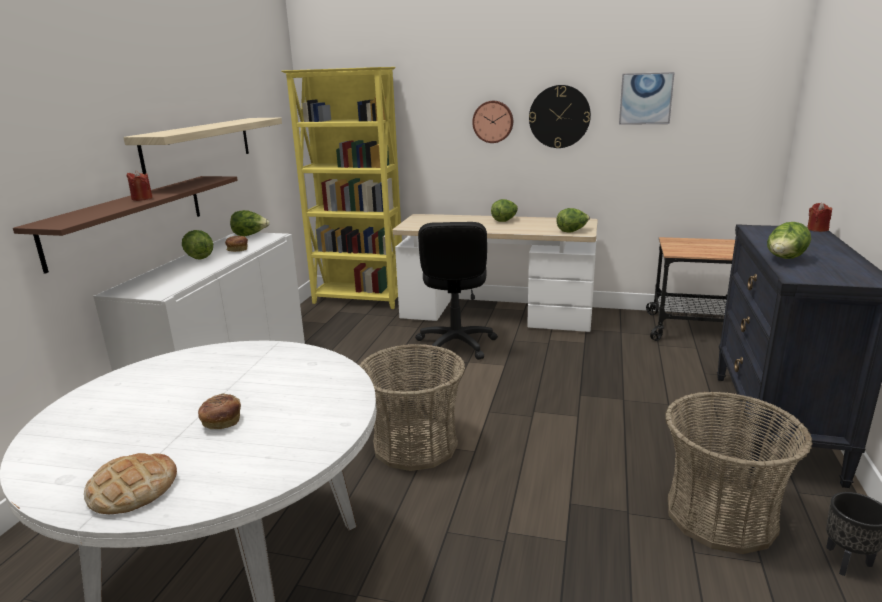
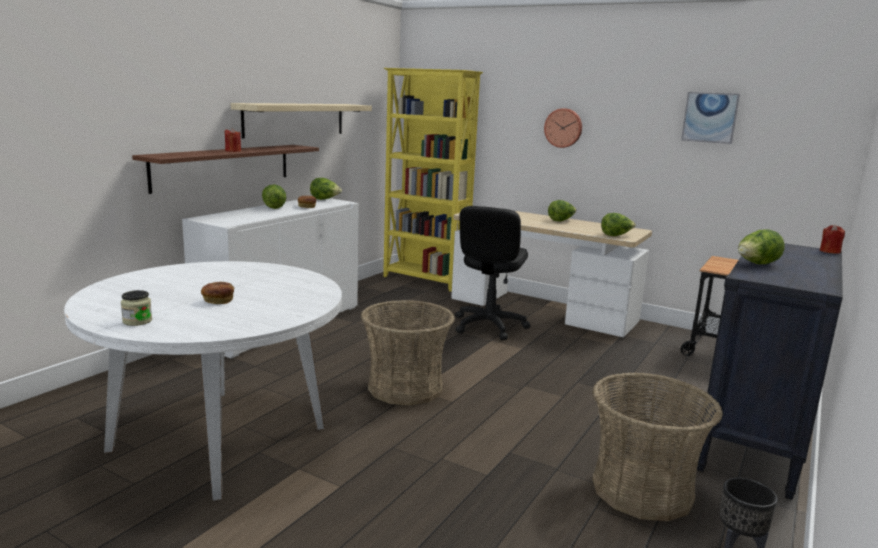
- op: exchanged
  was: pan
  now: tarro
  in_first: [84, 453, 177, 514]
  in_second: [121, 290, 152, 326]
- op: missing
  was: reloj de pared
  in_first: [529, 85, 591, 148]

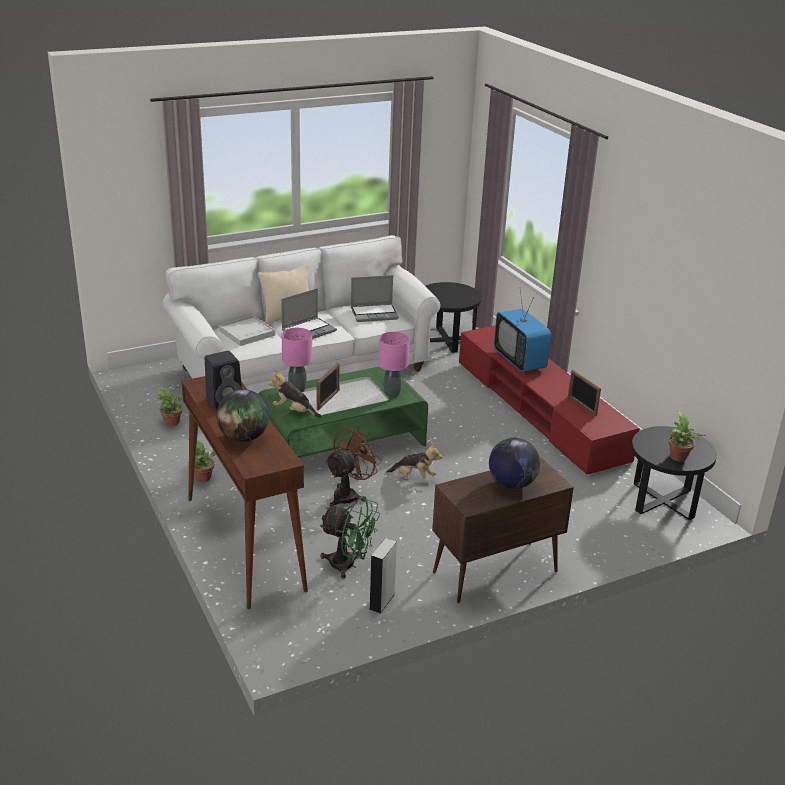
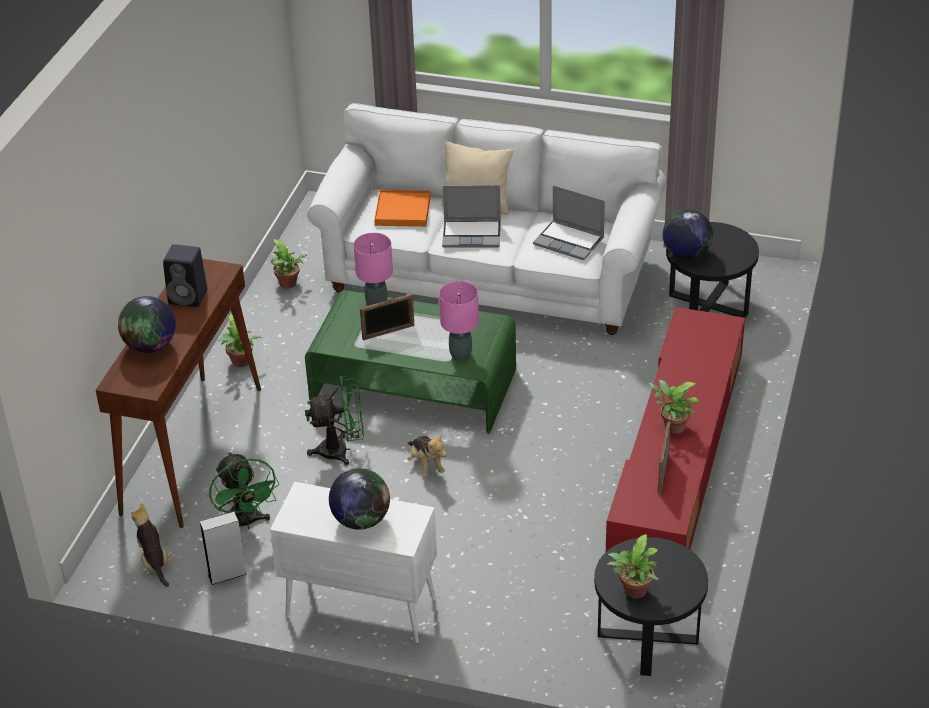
- op: colour
  was: bandeja (blanco)
  now: bandeja (naranja)
  in_first: [219, 316, 275, 346]
  in_second: [374, 190, 431, 227]
- op: relocated
  was: peluche
  in_first: [268, 369, 322, 418]
  in_second: [131, 503, 173, 587]
- op: colour
  was: ventilador (marrón)
  now: ventilador (verde)
  in_first: [325, 426, 382, 507]
  in_second: [305, 375, 364, 466]
- op: colour
  was: armario (marrón)
  now: armario (blanco)
  in_first: [432, 457, 574, 603]
  in_second: [270, 482, 437, 643]
- op: missing
  was: televisor
  in_first: [494, 290, 551, 372]
- op: appeared
  now: planta en maceta
  in_second: [648, 380, 700, 434]
- op: appeared
  now: globo terráqueo
  in_second: [663, 209, 713, 260]

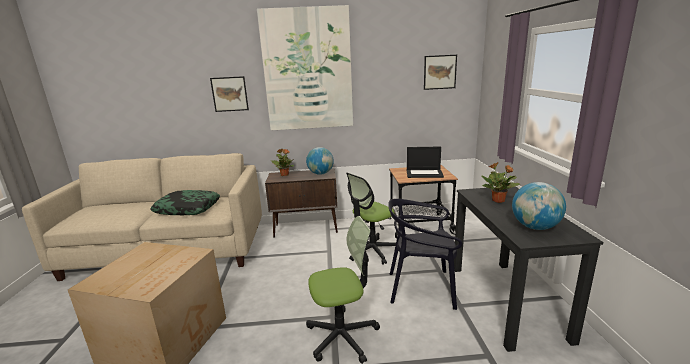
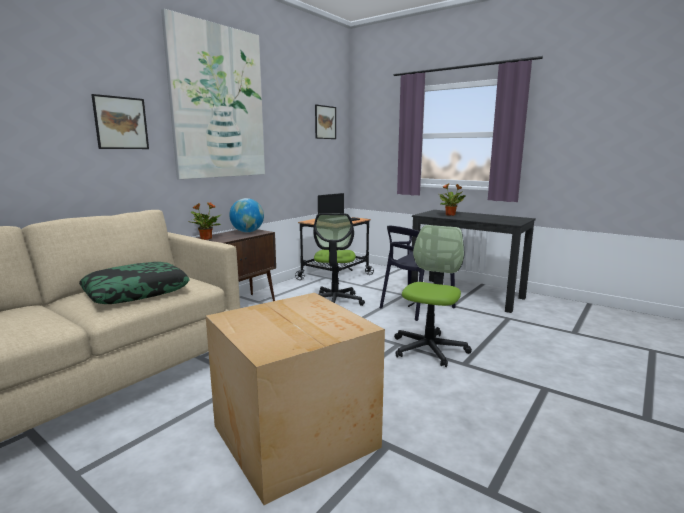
- op: missing
  was: globo terráqueo
  in_first: [512, 182, 566, 230]

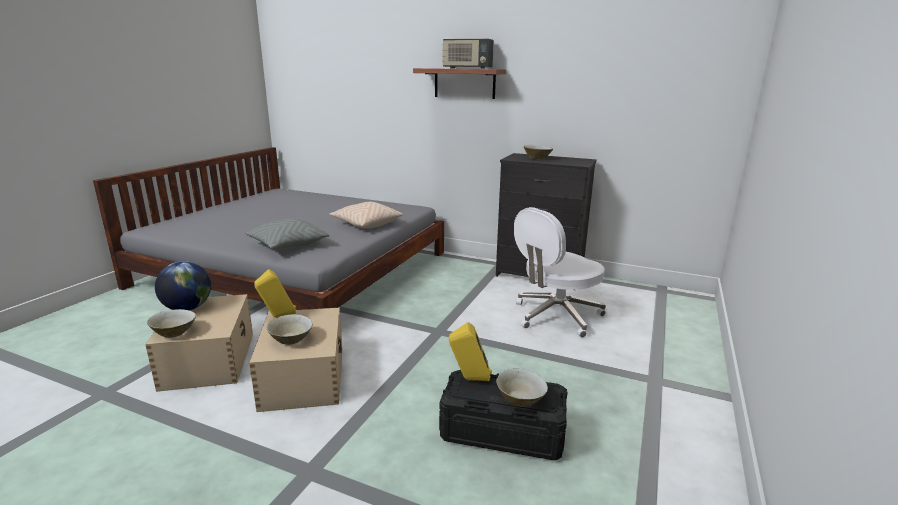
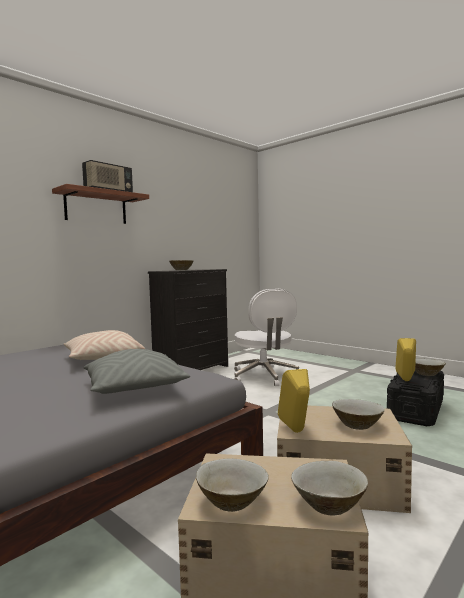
- op: exchanged
  was: globo terráqueo
  now: cuenco (beis)
  in_first: [155, 261, 211, 310]
  in_second: [196, 459, 269, 512]

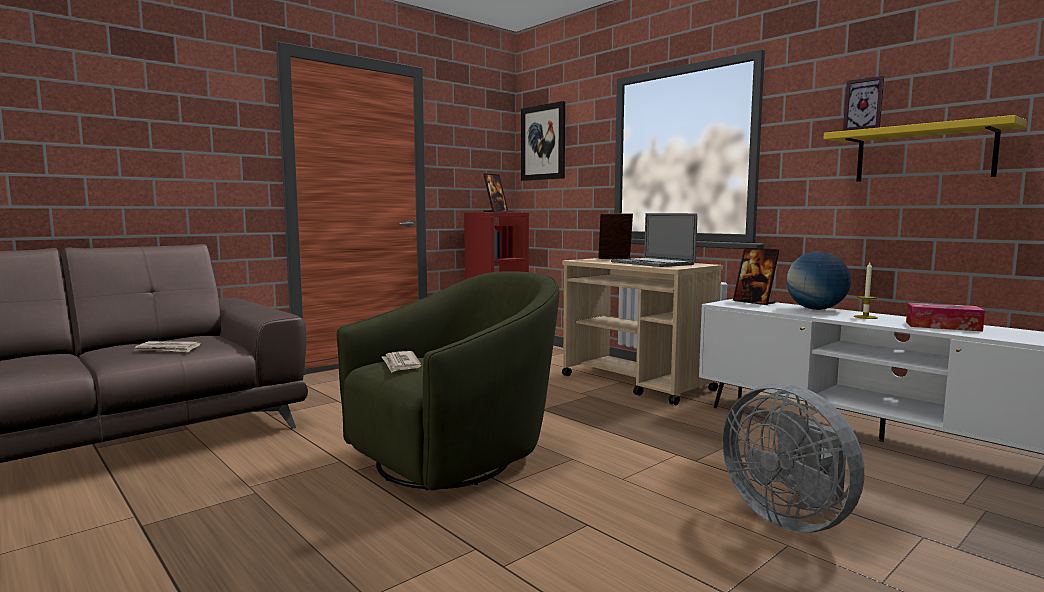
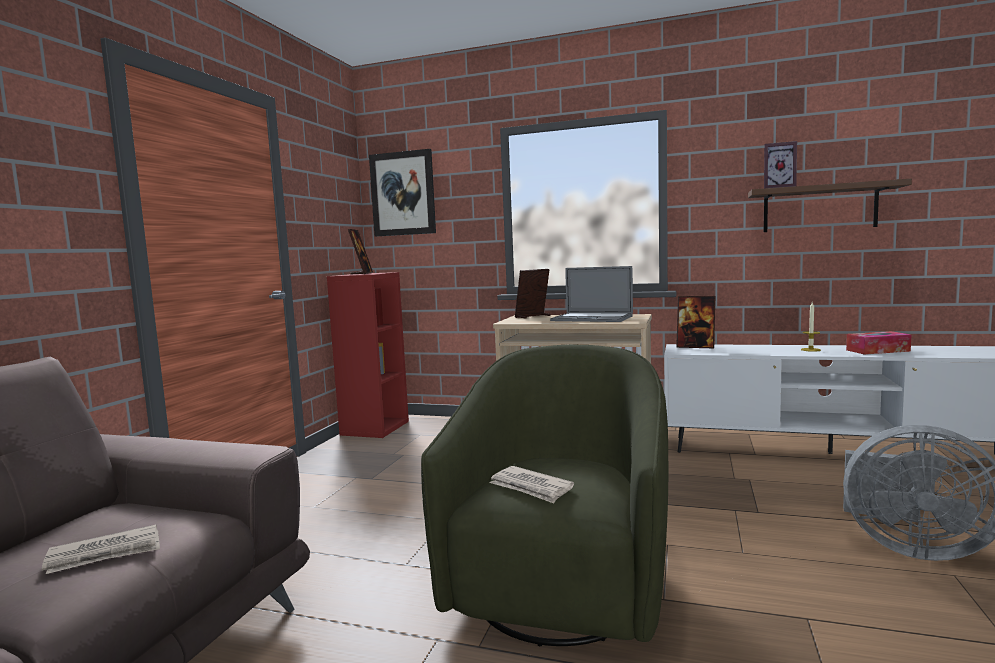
- op: missing
  was: globo terráqueo
  in_first: [786, 251, 851, 310]
- op: colour
  was: estante (amarillo)
  now: estante (marrón)
  in_first: [824, 115, 1027, 182]
  in_second: [748, 178, 912, 232]

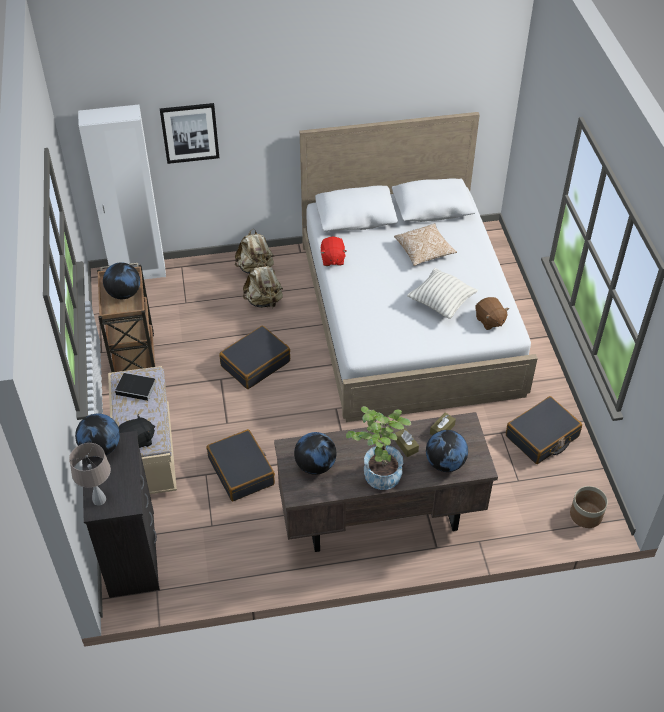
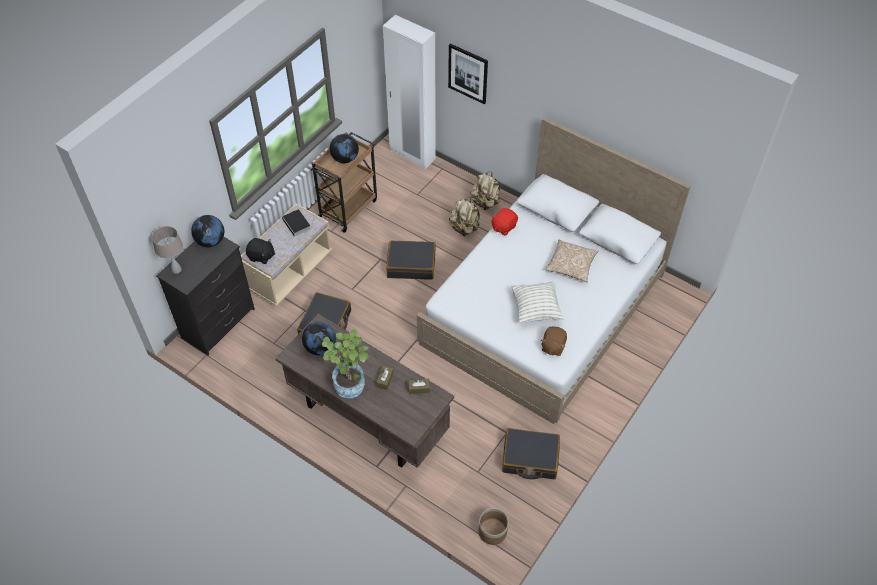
- op: missing
  was: globo terráqueo
  in_first: [426, 430, 468, 472]

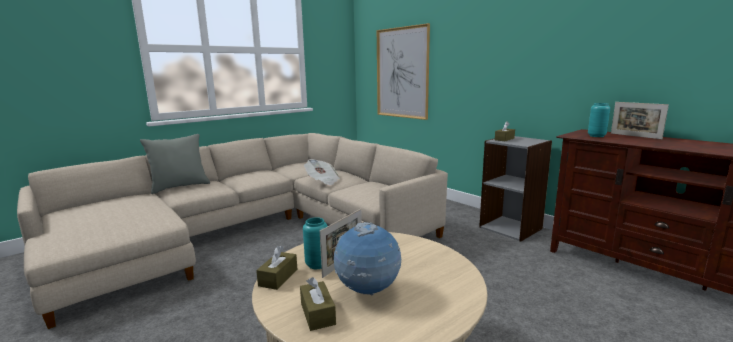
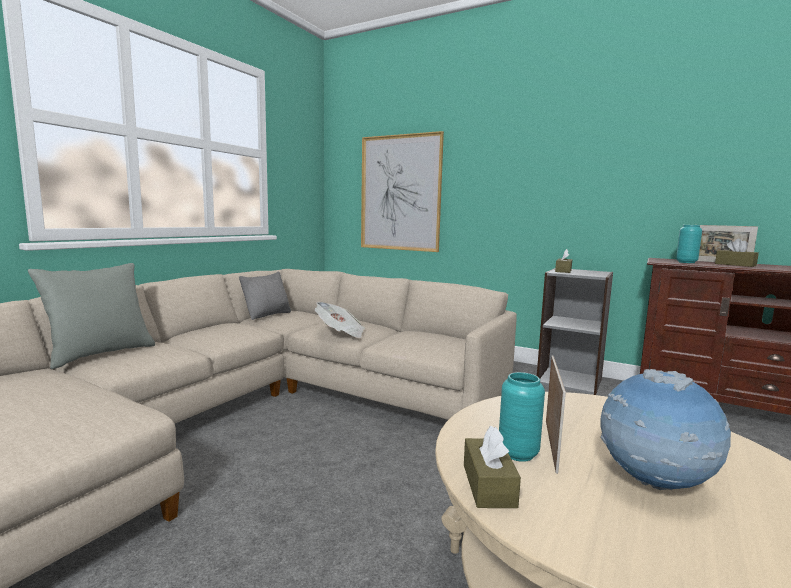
- op: relocated
  was: caja de pañuelos (marrón)
  in_first: [300, 277, 336, 331]
  in_second: [715, 238, 759, 267]
- op: appeared
  now: cojín (gris)
  in_second: [239, 271, 291, 320]

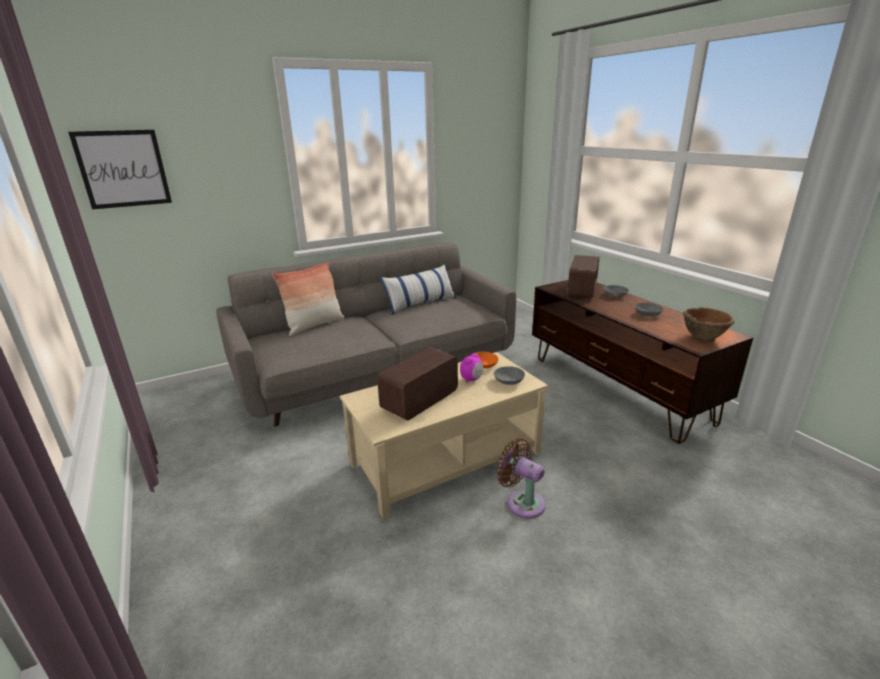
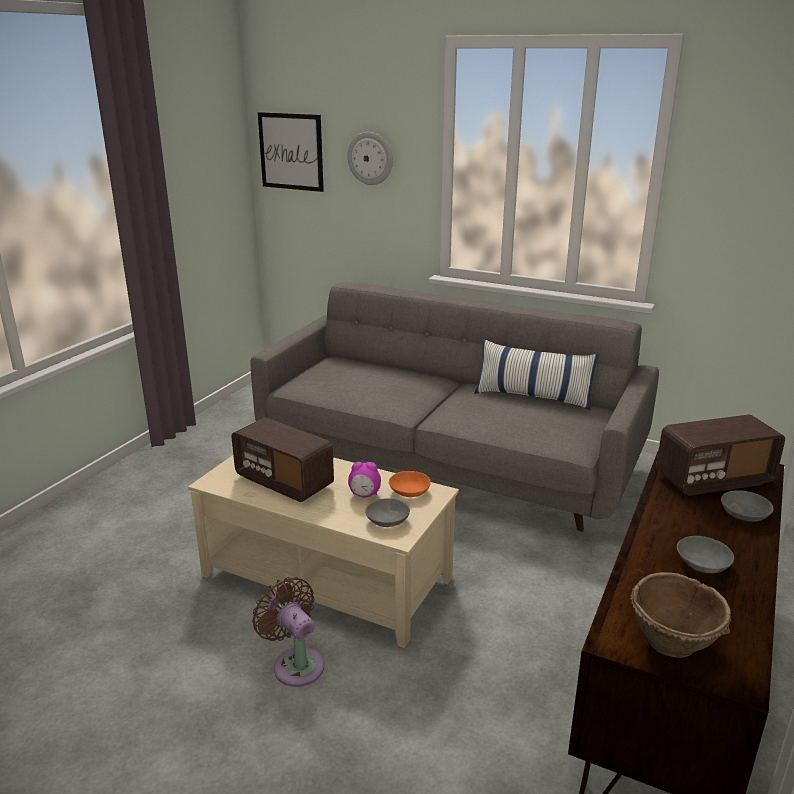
- op: missing
  was: cojín
  in_first: [272, 262, 345, 336]
- op: spun
  was: radio
  in_first: [377, 348, 458, 420]
  in_second: [231, 417, 334, 502]
  clockwise: -150
- op: spun
  was: ventilador (marrón)
  in_first: [496, 438, 545, 519]
  in_second: [252, 577, 324, 687]
  clockwise: -45
- op: appeared
  now: reloj de pared
  in_second: [347, 132, 393, 185]

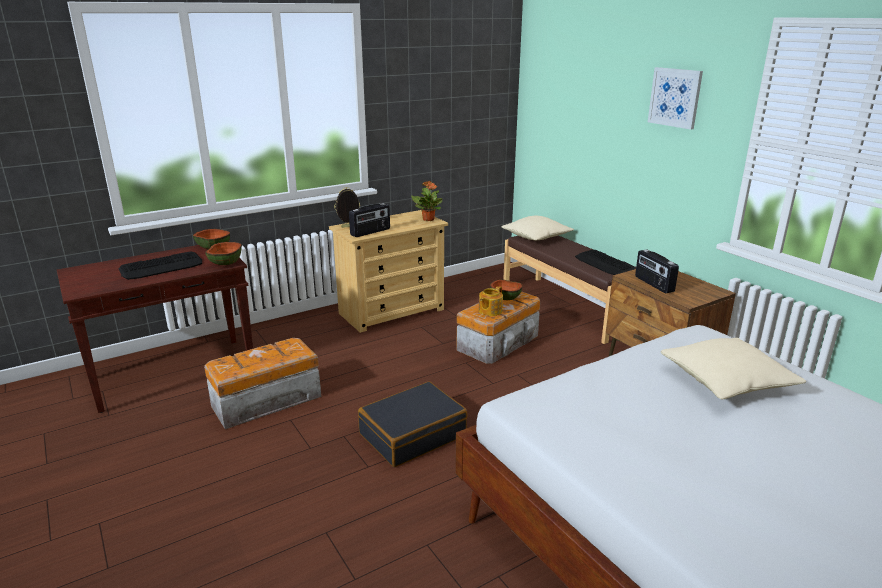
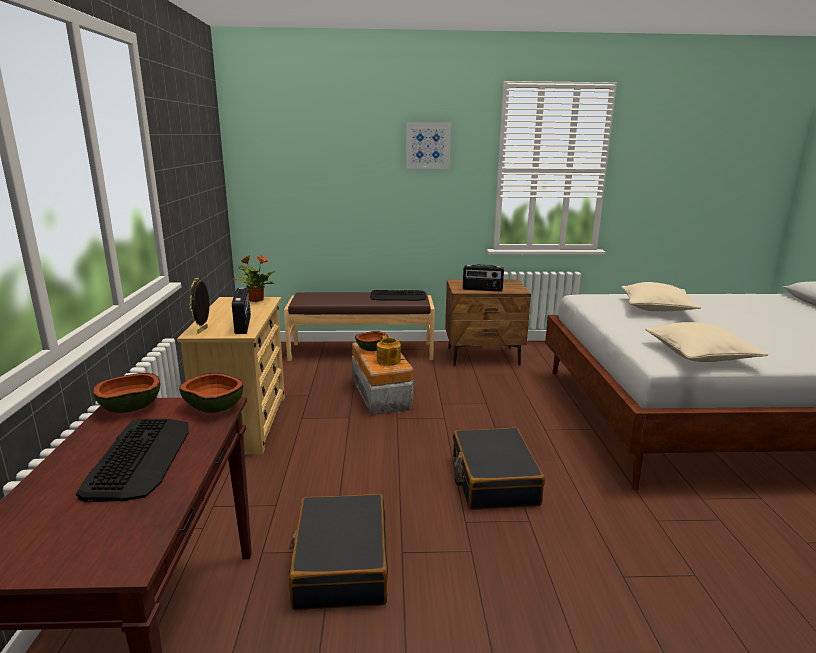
- op: exchanged
  was: caja de almacenaje
  now: maleta (negro)
  in_first: [204, 338, 321, 429]
  in_second: [289, 494, 388, 610]
- op: relocated
  was: cojín (beis)
  in_first: [502, 216, 574, 240]
  in_second: [645, 322, 769, 362]

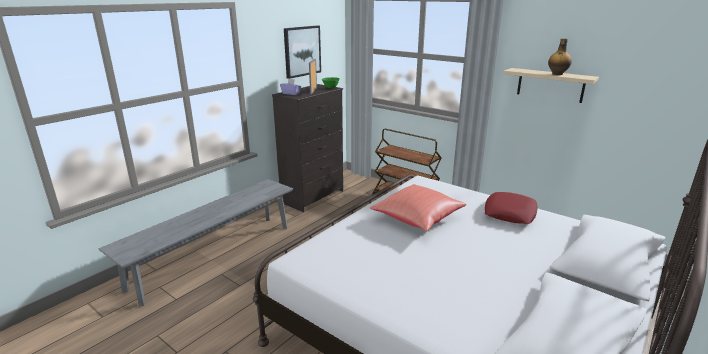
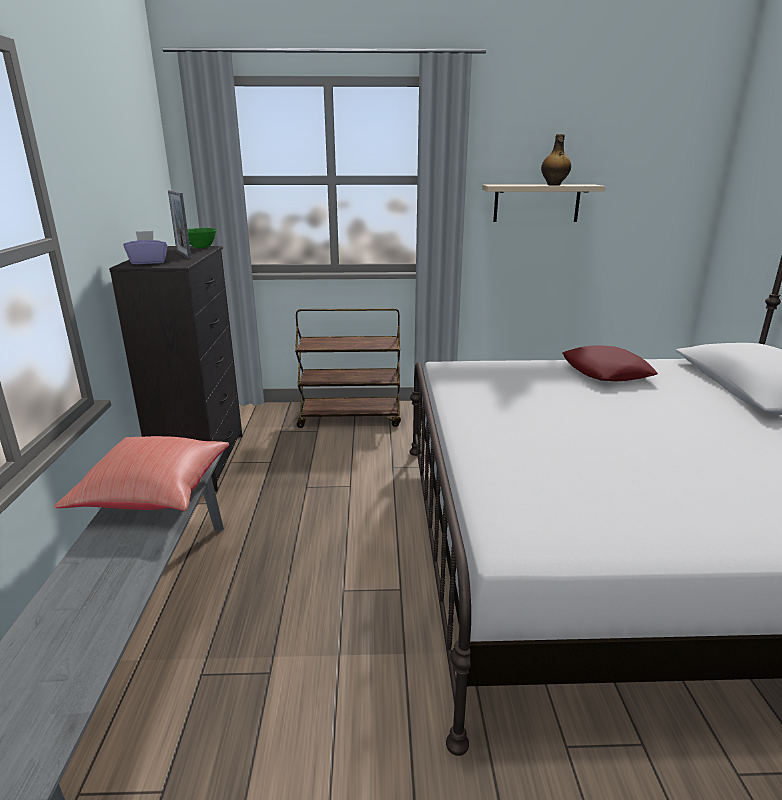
- op: missing
  was: cuadro
  in_first: [284, 26, 321, 79]
- op: relocated
  was: cojín (rojo)
  in_first: [370, 184, 466, 232]
  in_second: [54, 436, 229, 511]

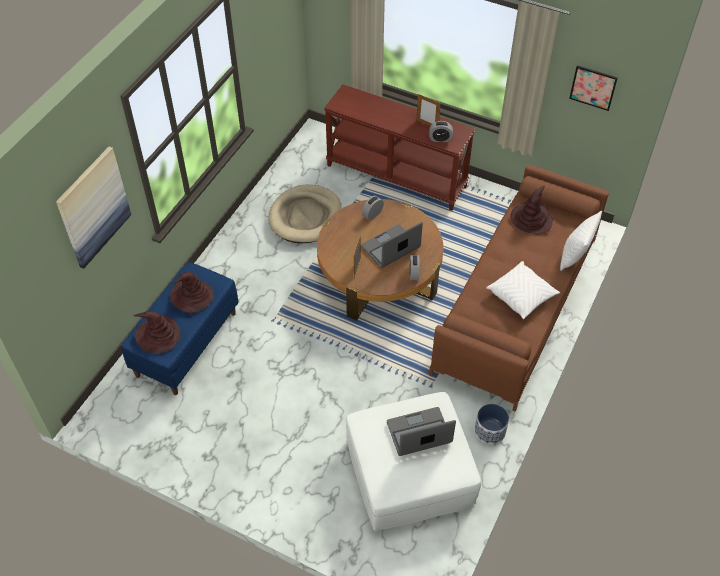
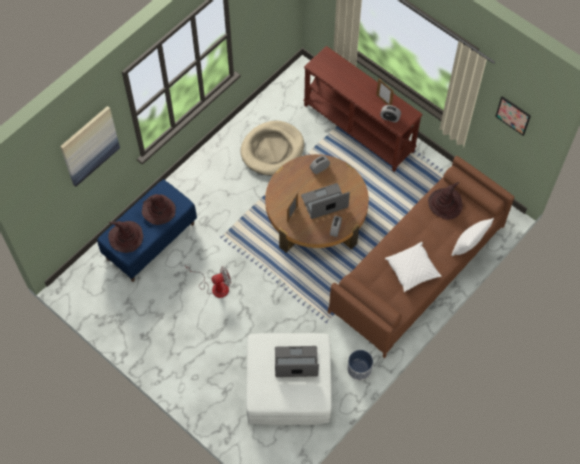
- op: appeared
  now: ventilador
  in_second: [185, 265, 231, 298]

